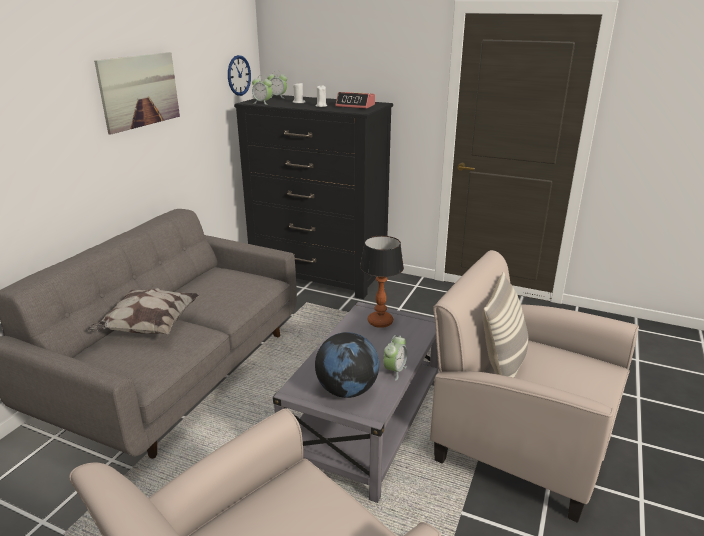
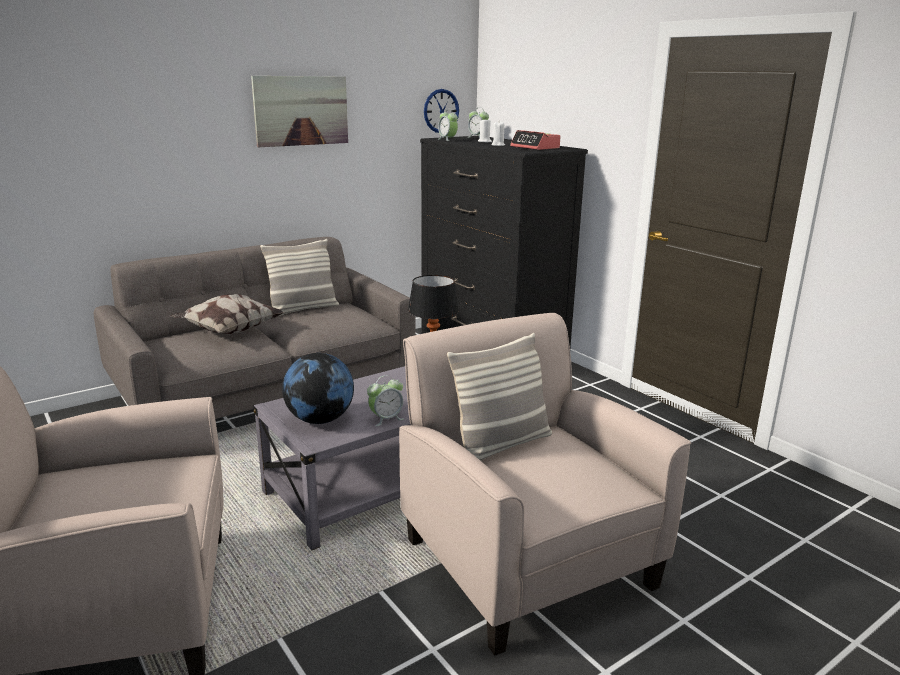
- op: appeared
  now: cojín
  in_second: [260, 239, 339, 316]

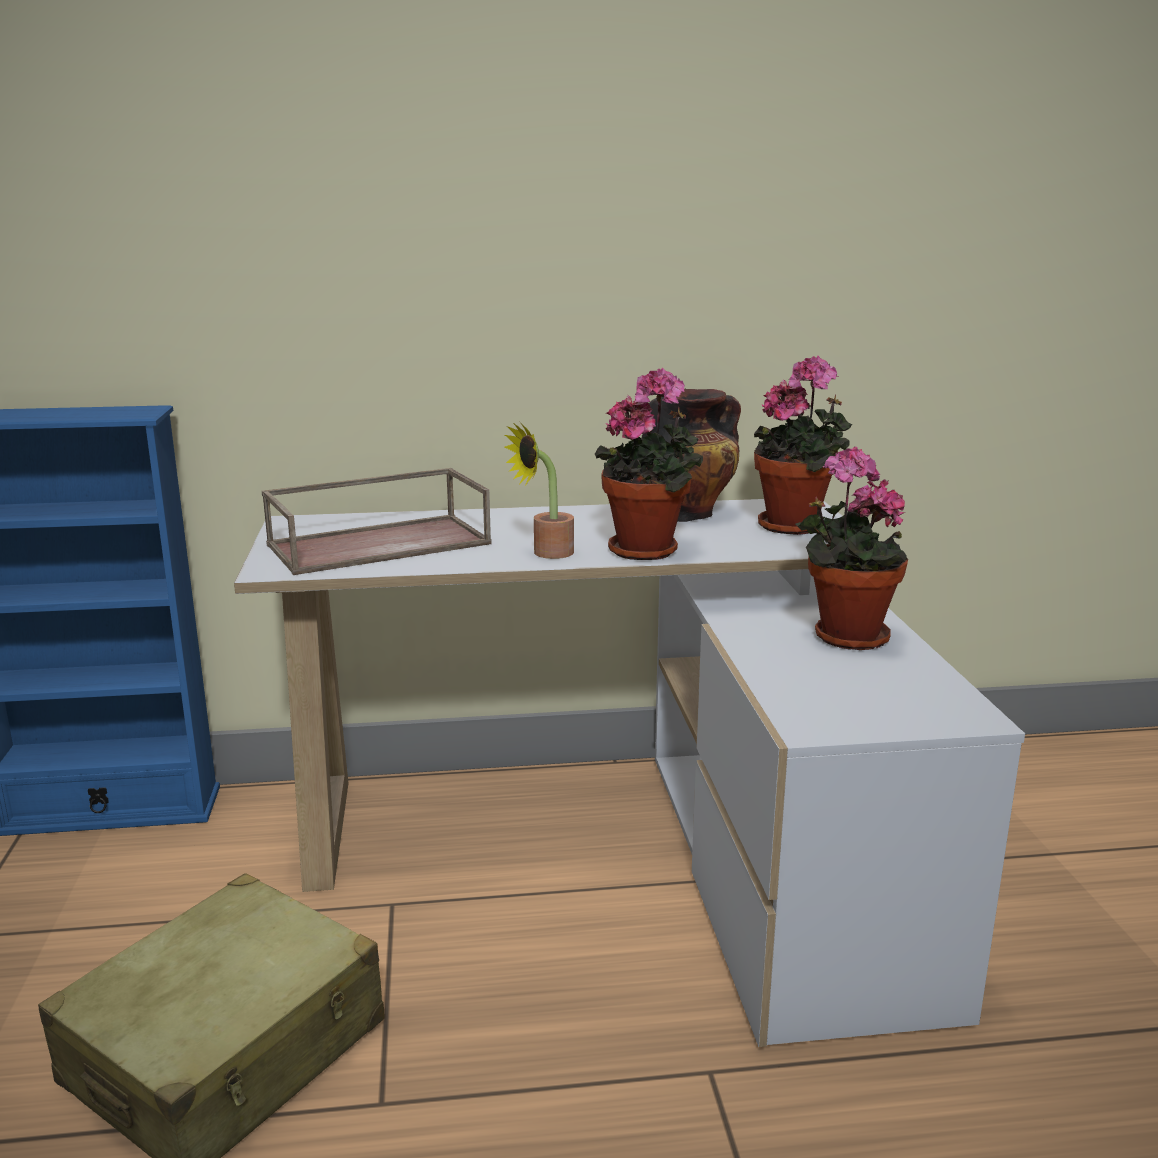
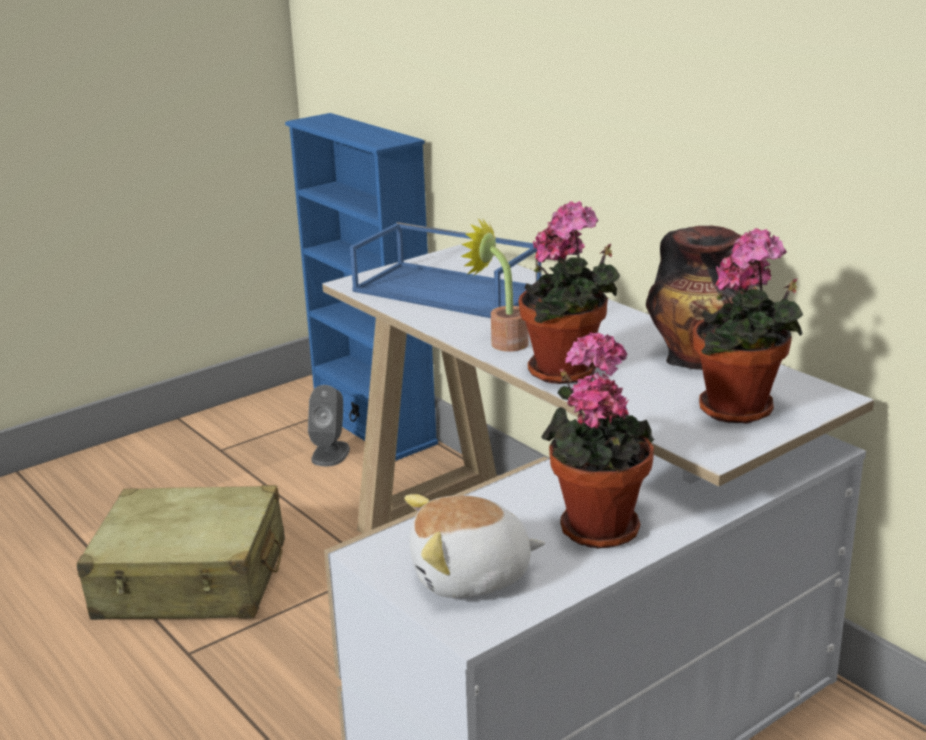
- op: colour
  was: bandeja (marrón)
  now: bandeja (azul)
  in_first: [262, 468, 492, 575]
  in_second: [350, 222, 541, 318]
- op: appeared
  now: altavoz (gris)
  in_second: [308, 385, 350, 466]
- op: appeared
  now: peluche
  in_second: [405, 494, 545, 598]

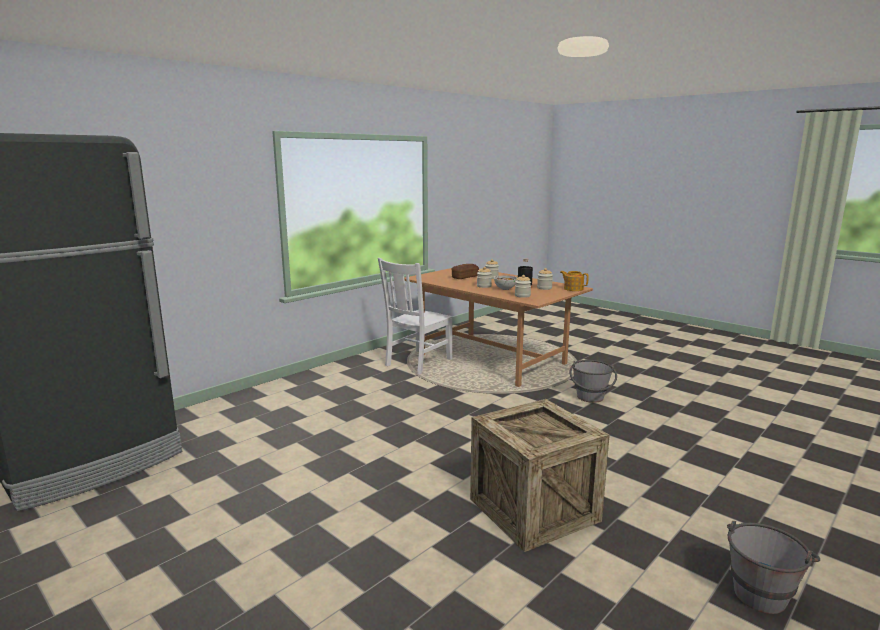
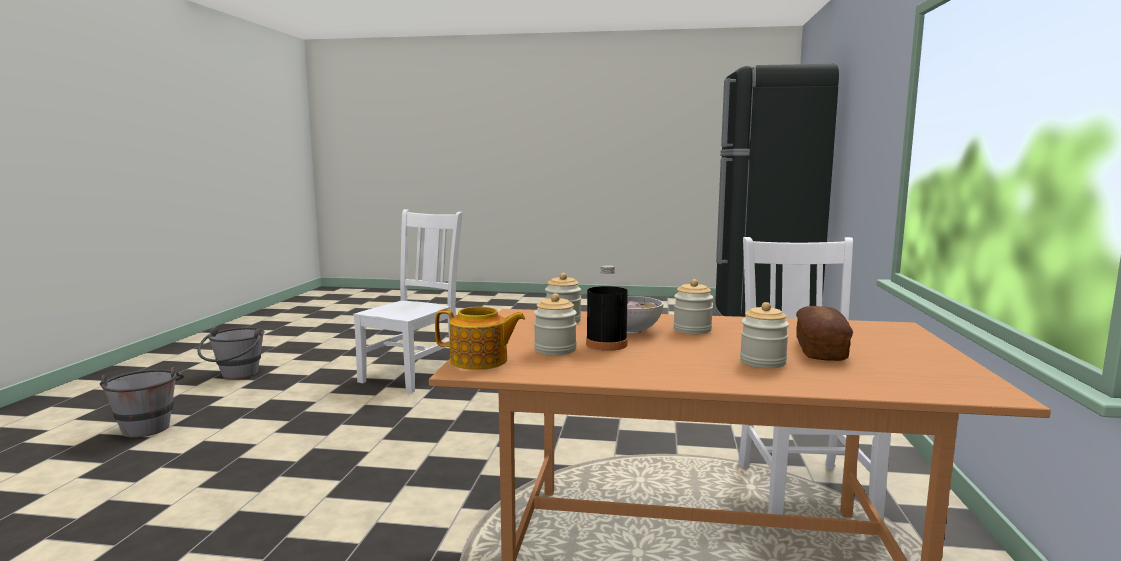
- op: exchanged
  was: caja de embalaje
  now: silla (blanco)
  in_first: [470, 399, 610, 552]
  in_second: [353, 209, 463, 393]
- op: relocated
  was: cubo (gris)
  in_first: [569, 360, 617, 403]
  in_second: [100, 367, 184, 437]

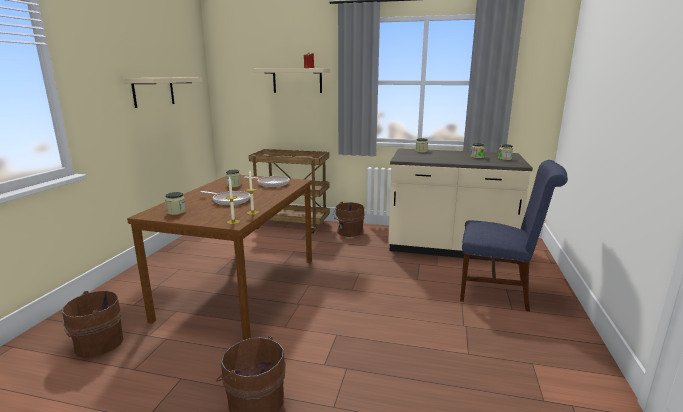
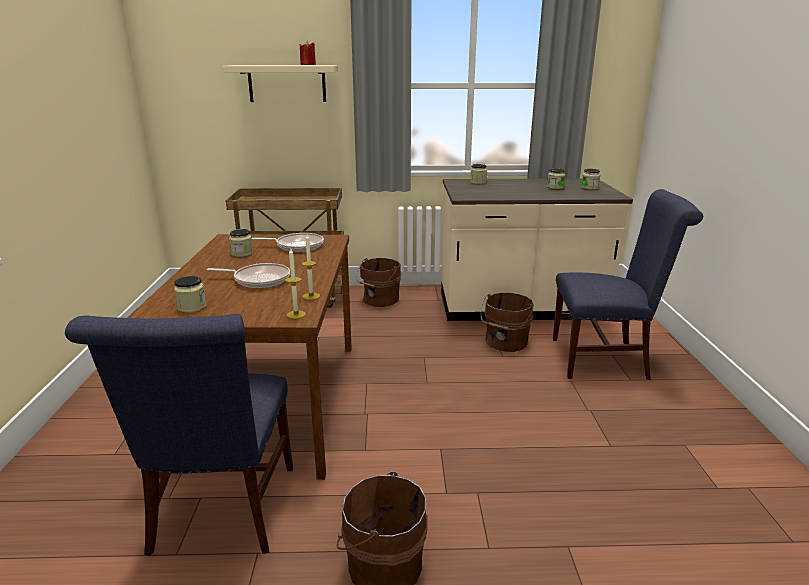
- op: relocated
  was: cubo (marrón)
  in_first: [62, 291, 123, 358]
  in_second: [480, 292, 534, 352]
- op: missing
  was: estante (beis)
  in_first: [123, 78, 203, 108]
- op: appeared
  now: silla (azul)
  in_second: [65, 314, 293, 556]

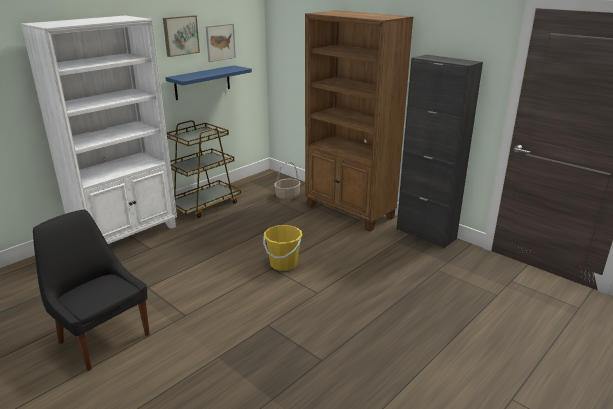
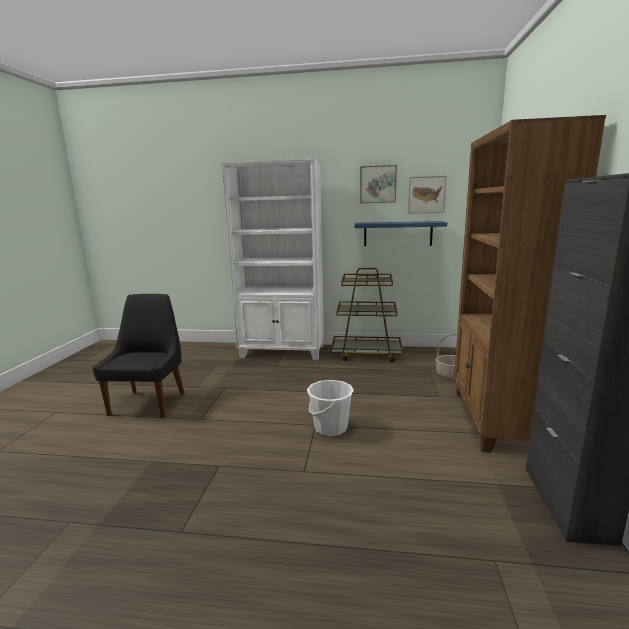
- op: colour
  was: cubo (amarillo)
  now: cubo (blanco)
  in_first: [263, 225, 302, 271]
  in_second: [307, 380, 354, 436]

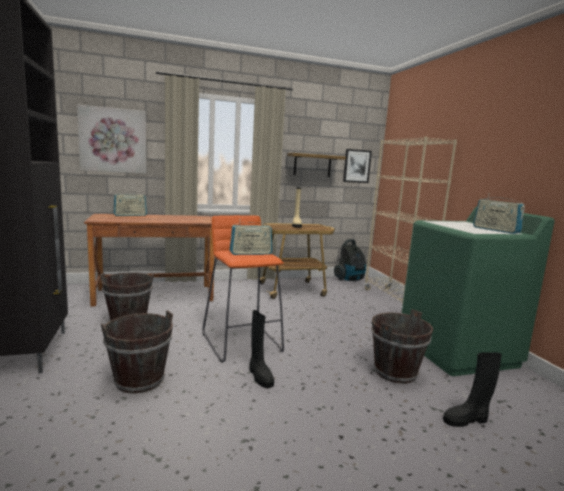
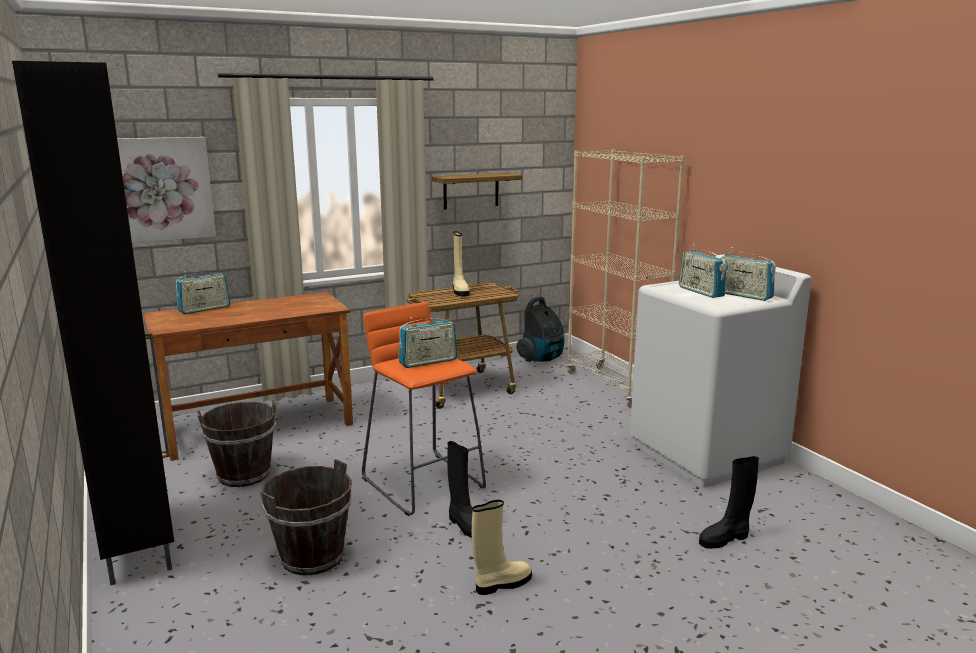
- op: missing
  was: cuadro
  in_first: [343, 149, 372, 183]
- op: missing
  was: cubo (marrón)
  in_first: [371, 309, 433, 384]
- op: colour
  was: lavadora (verde)
  now: lavadora (blanco)
  in_first: [402, 207, 555, 376]
  in_second: [630, 255, 812, 488]
- op: appeared
  now: bota (beis)
  in_second: [472, 500, 532, 595]
- op: appeared
  now: radio
  in_second: [679, 244, 727, 298]

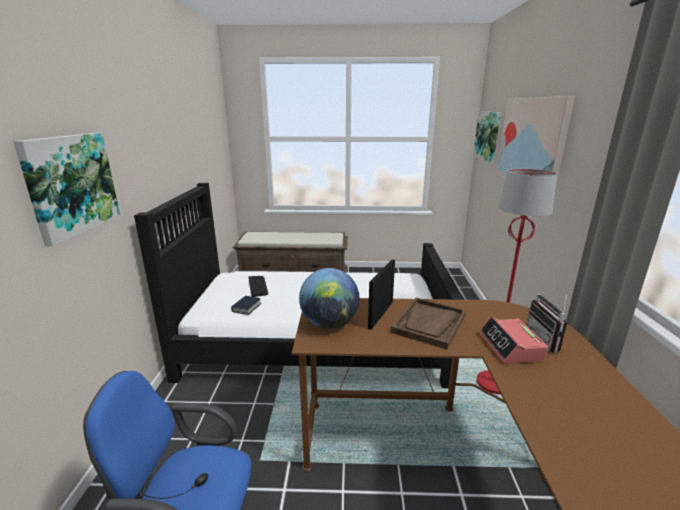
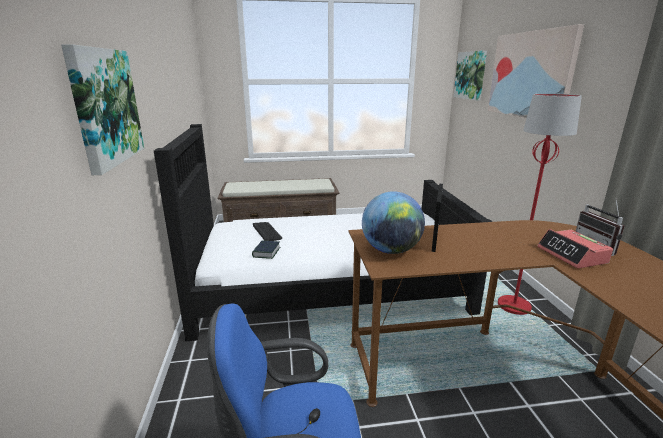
- op: missing
  was: bandeja (marrón)
  in_first: [391, 298, 466, 350]

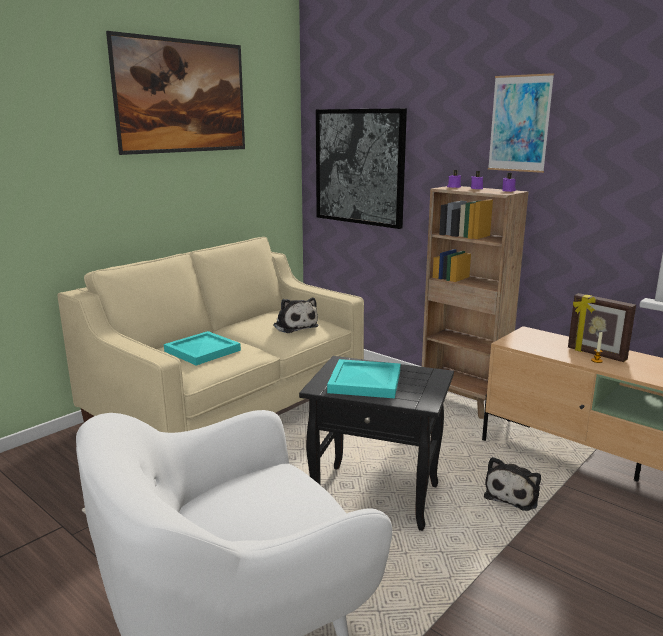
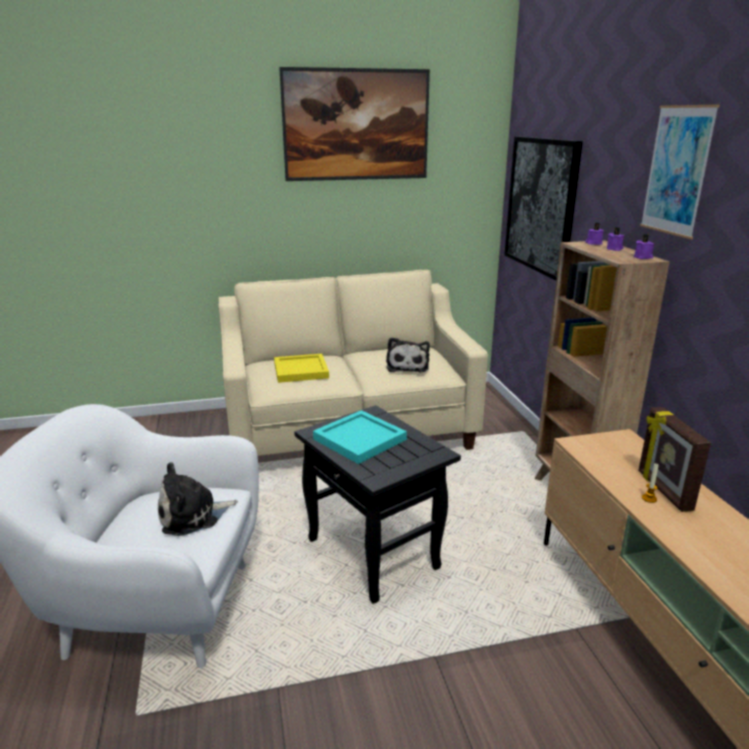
- op: colour
  was: bandeja (turquesa)
  now: bandeja (amarillo)
  in_first: [164, 331, 241, 366]
  in_second: [274, 354, 329, 383]
- op: relocated
  was: peluche
  in_first: [484, 457, 541, 511]
  in_second: [158, 462, 238, 536]

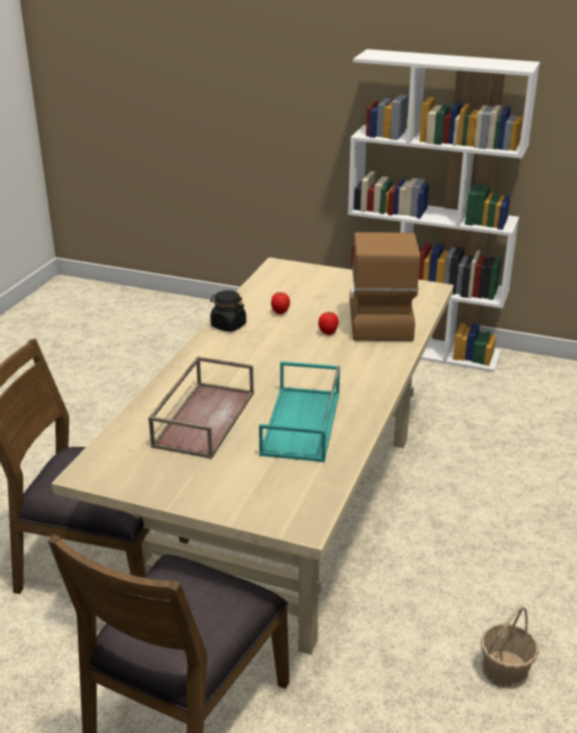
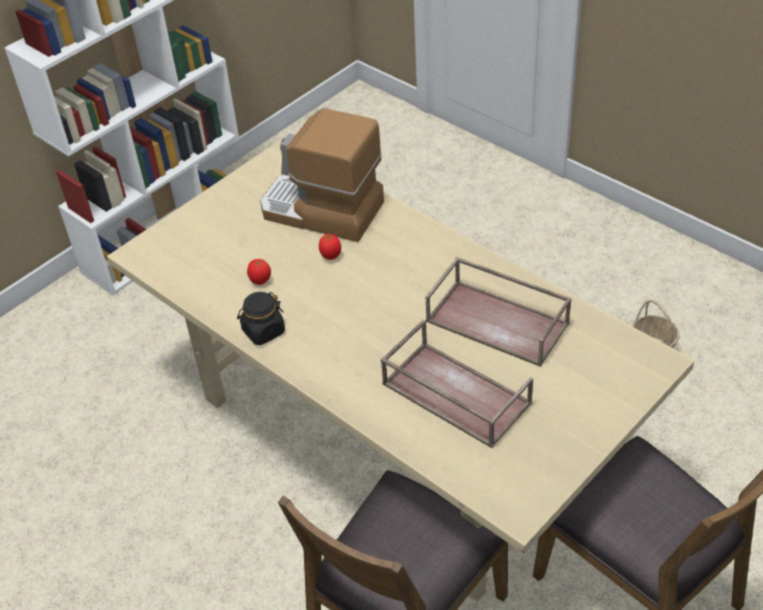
- op: colour
  was: bandeja (turquesa)
  now: bandeja (marrón)
  in_first: [259, 361, 340, 463]
  in_second: [426, 257, 572, 367]

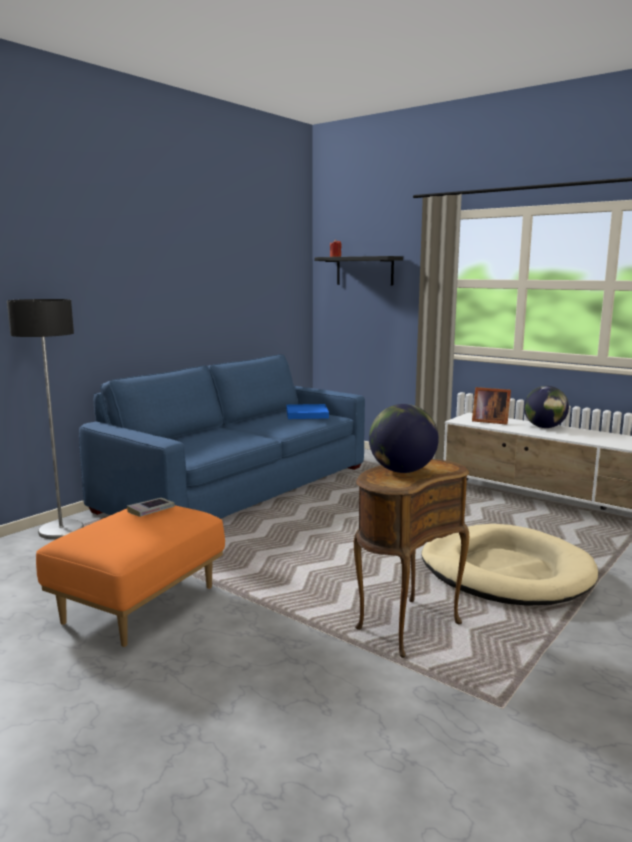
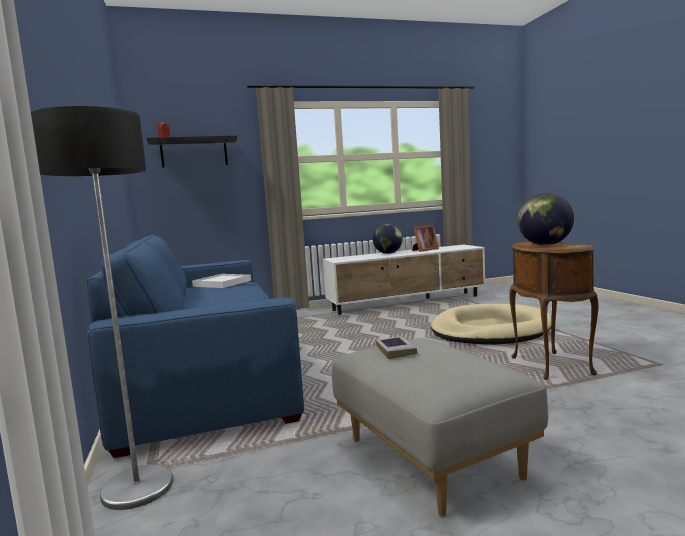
- op: colour
  was: puf (naranja)
  now: puf (gris)
  in_first: [36, 505, 225, 647]
  in_second: [332, 338, 548, 517]
- op: colour
  was: bandeja (azul)
  now: bandeja (blanco)
  in_first: [286, 404, 329, 419]
  in_second: [192, 274, 251, 288]
- op: relocated
  was: portarretratos
  in_first: [472, 387, 511, 425]
  in_second: [412, 225, 439, 252]

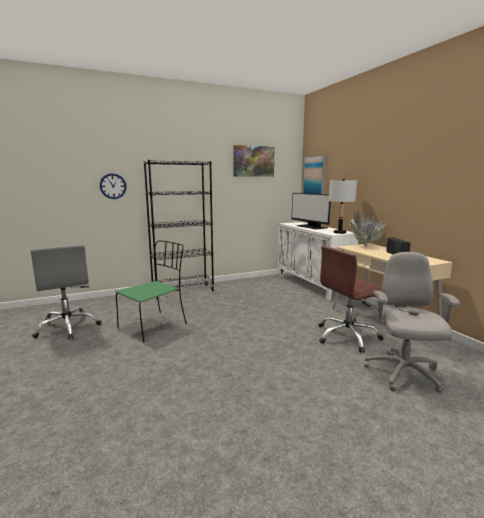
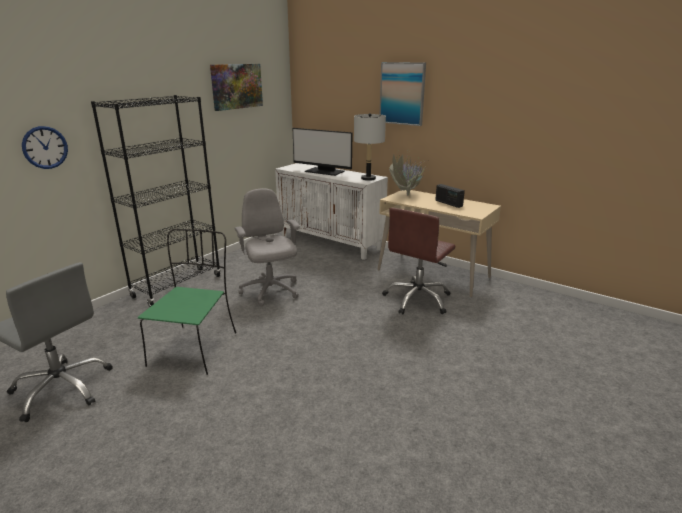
- op: relocated
  was: cuadro
  in_first: [303, 155, 326, 194]
  in_second: [380, 62, 426, 126]
- op: relocated
  was: silla de oficina (gris)
  in_first: [364, 252, 460, 393]
  in_second: [235, 189, 300, 307]

